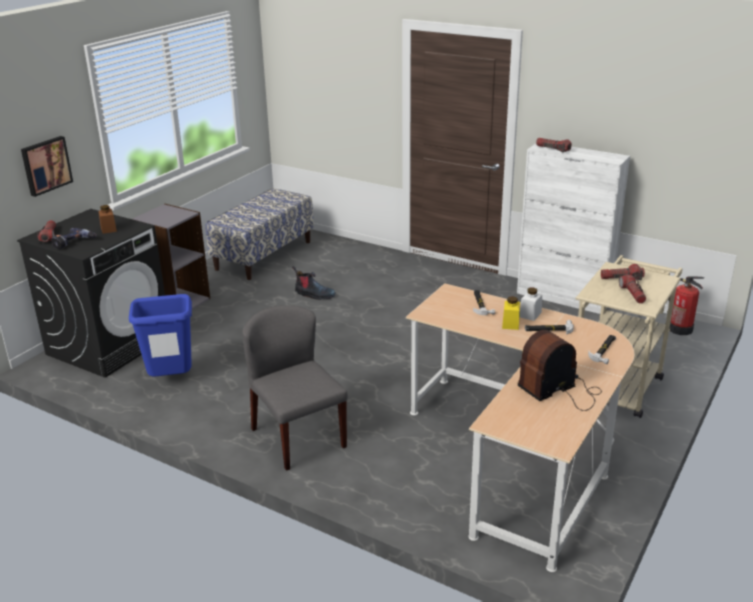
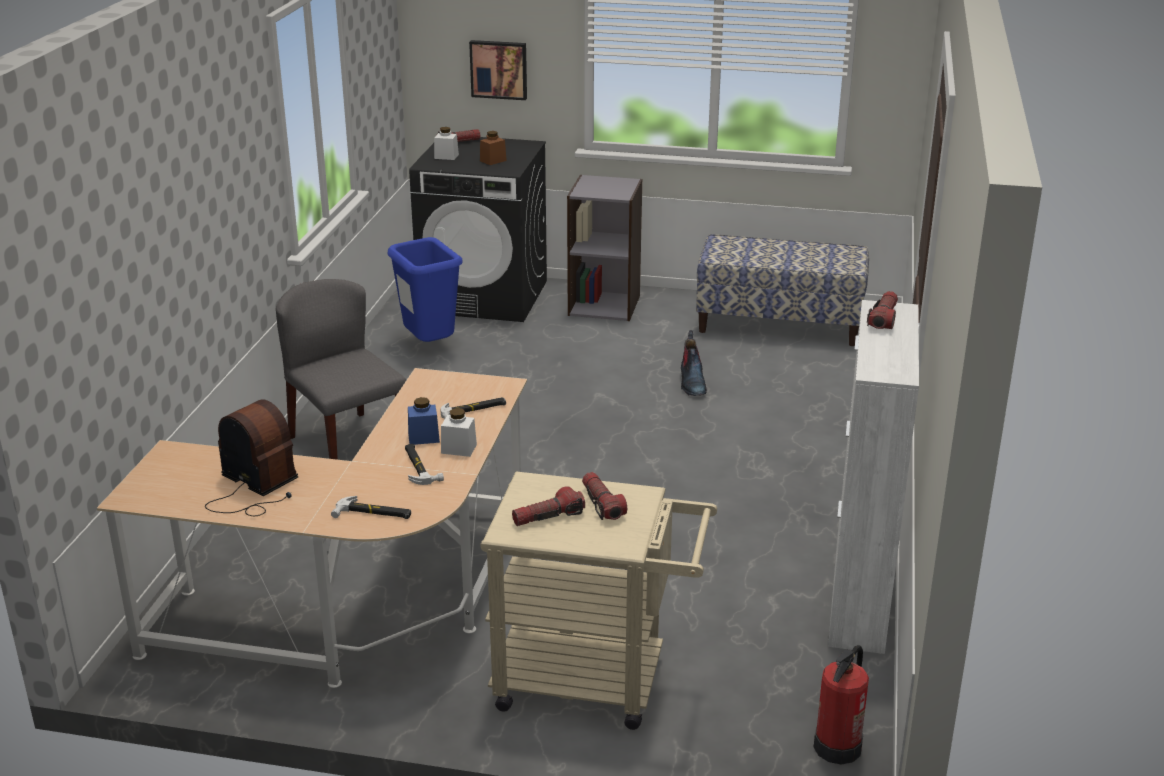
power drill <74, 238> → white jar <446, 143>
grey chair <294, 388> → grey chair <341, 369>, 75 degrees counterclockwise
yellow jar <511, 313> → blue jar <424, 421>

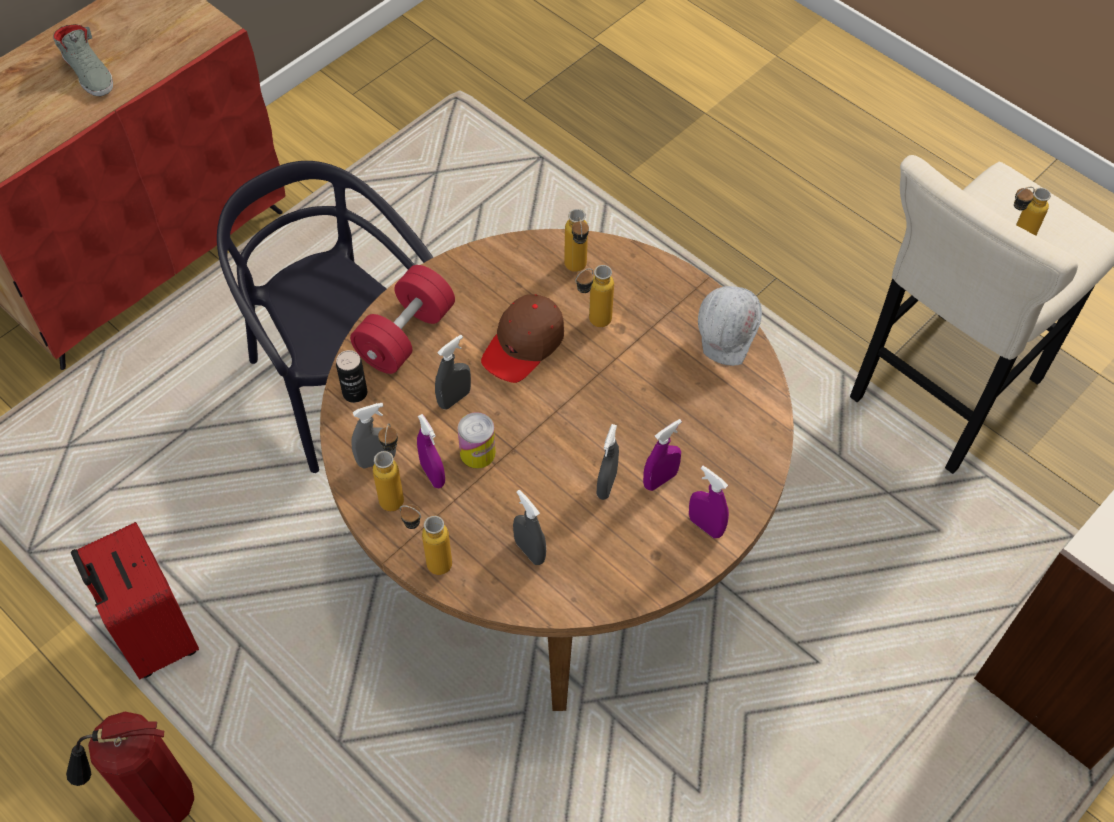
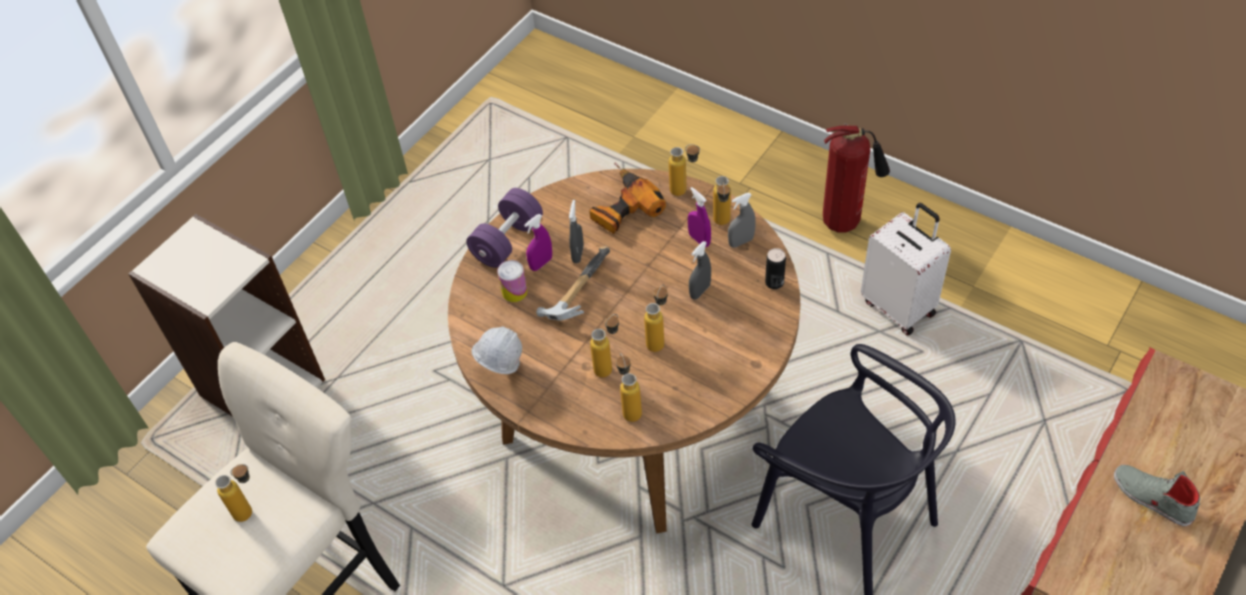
red suitcase <135, 600> → white suitcase <906, 269>
red dumbbell <402, 319> → -
can <476, 440> → can <512, 281>, moved
brown cap <522, 338> → bottle <656, 318>
grey spray bottle <529, 527> → power drill <628, 198>
purple spray bottle <709, 502> → purple dumbbell <504, 228>
- → hammer <573, 283>

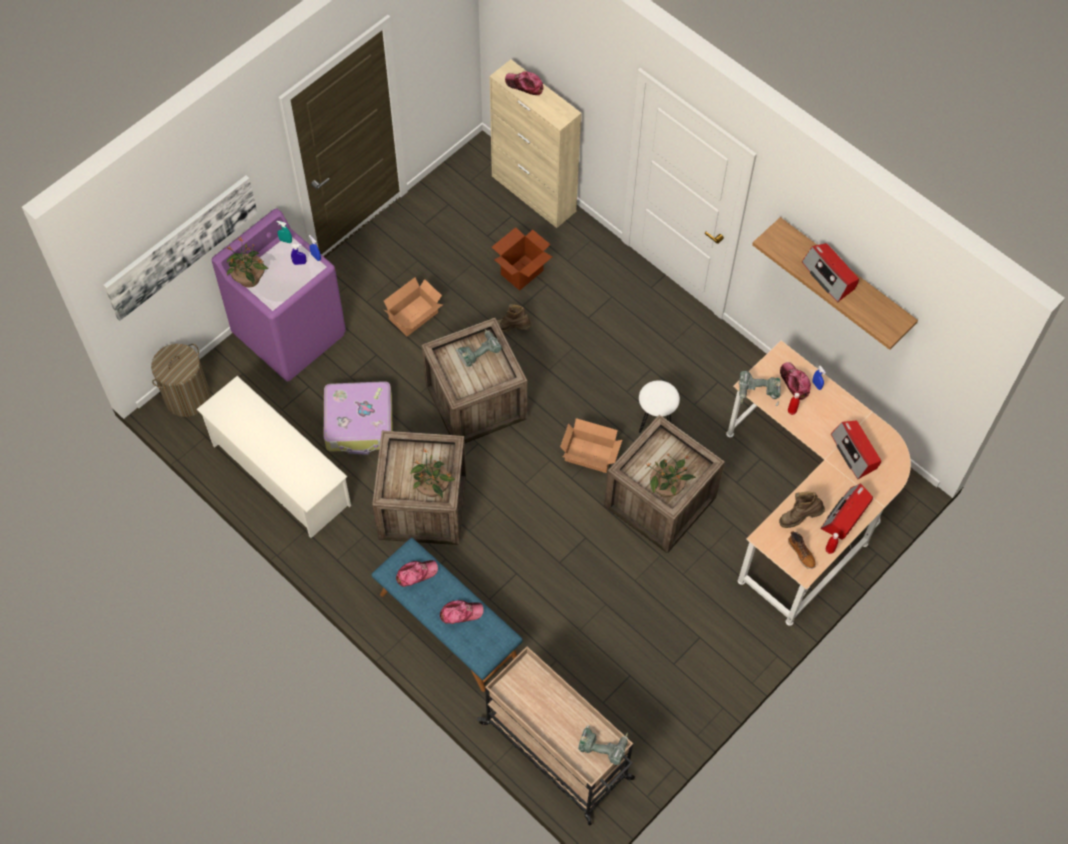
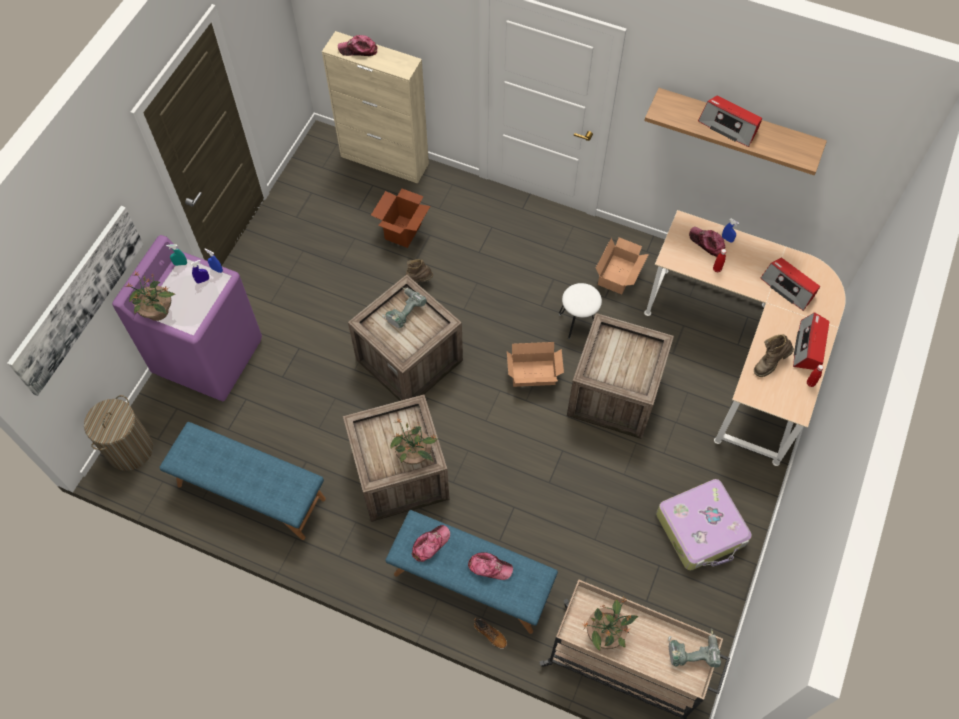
white shoe rack <273, 457> → blue bench <242, 481>
suitcase <358, 418> → suitcase <704, 524>, moved
cardboard box <413, 306> → cardboard box <622, 266>, moved
cap <462, 612> → cap <490, 566>, 45 degrees clockwise
potted plant <670, 475> → potted plant <610, 624>, moved
power drill <760, 388> → -
boot <802, 550> → boot <490, 633>, moved

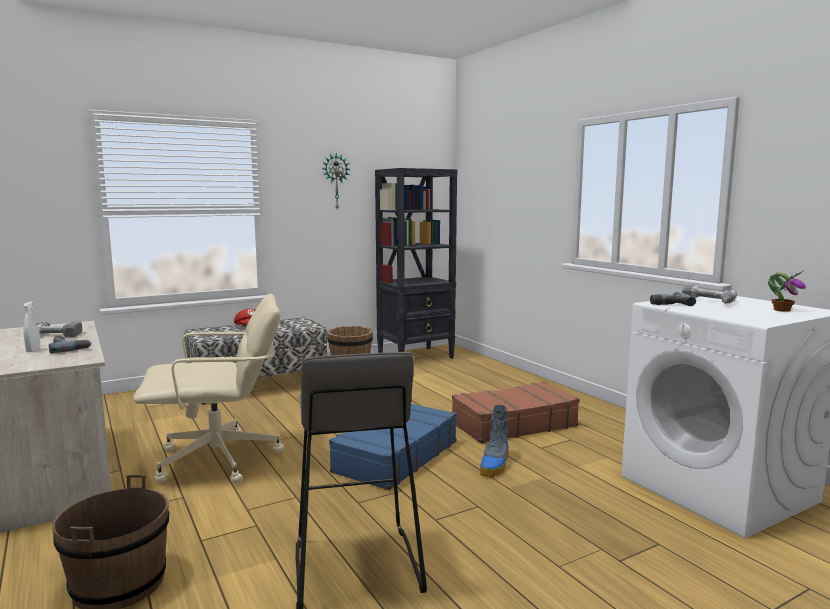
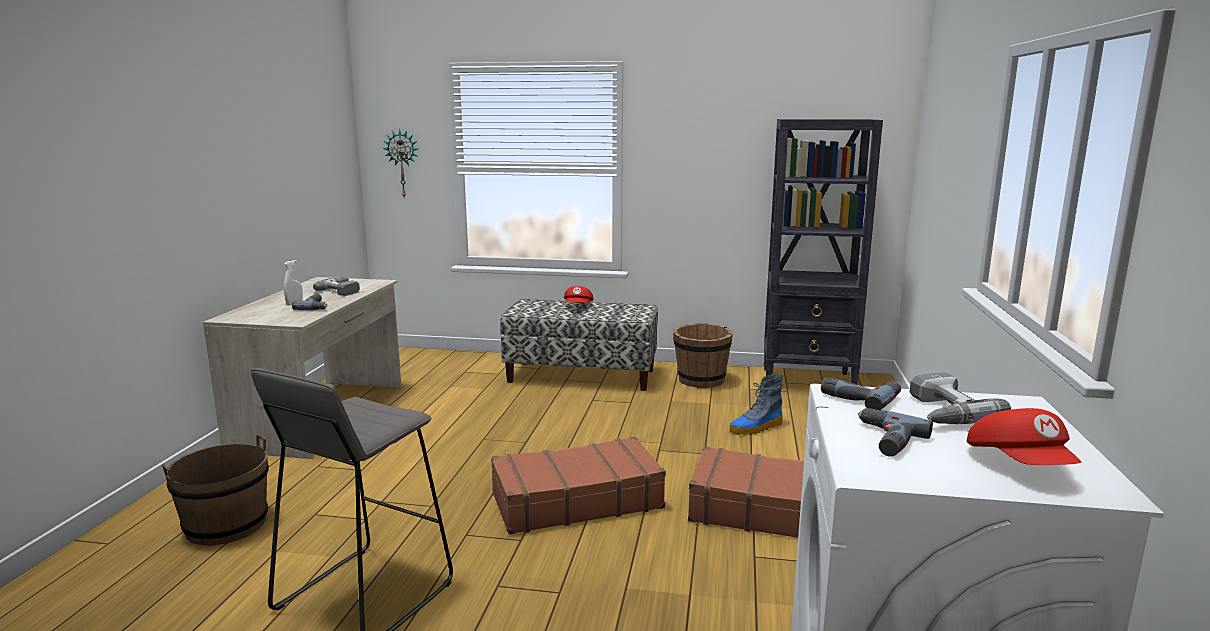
beige office chair <208, 389> → -
wall clock <336, 182> → wall clock <400, 163>, moved
blue suitcase <393, 447> → brown suitcase <578, 486>
boot <494, 441> → boot <756, 405>, moved
potted plant <787, 291> → red cap <1024, 436>
- → power drill <895, 432>

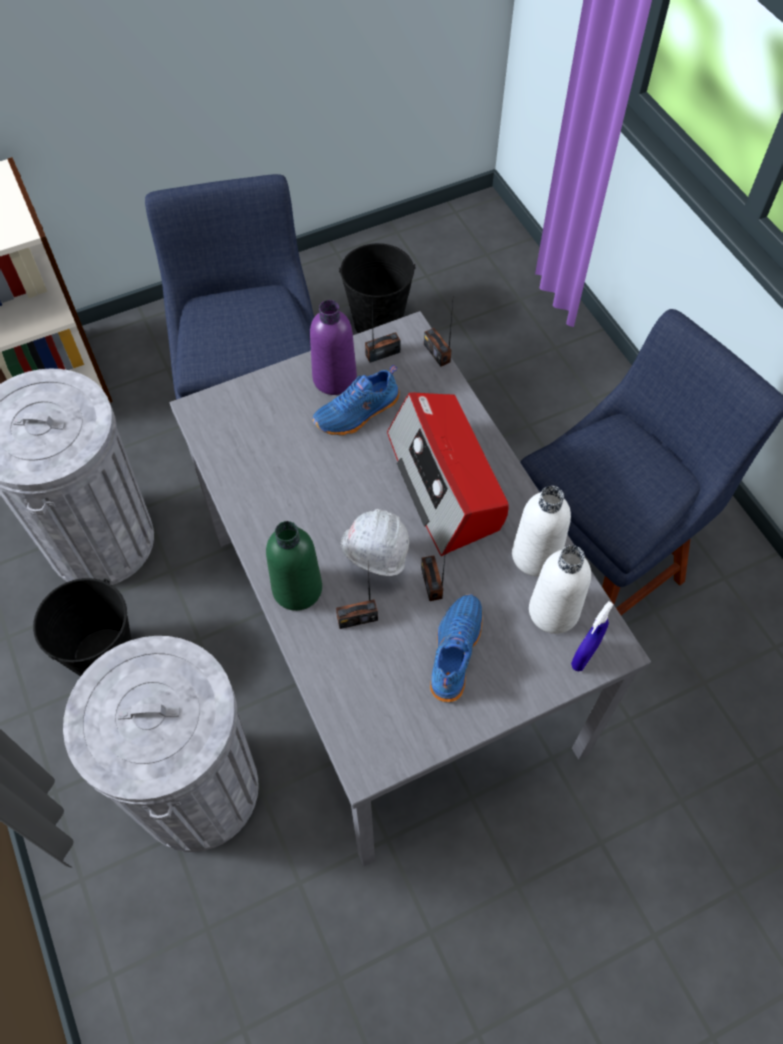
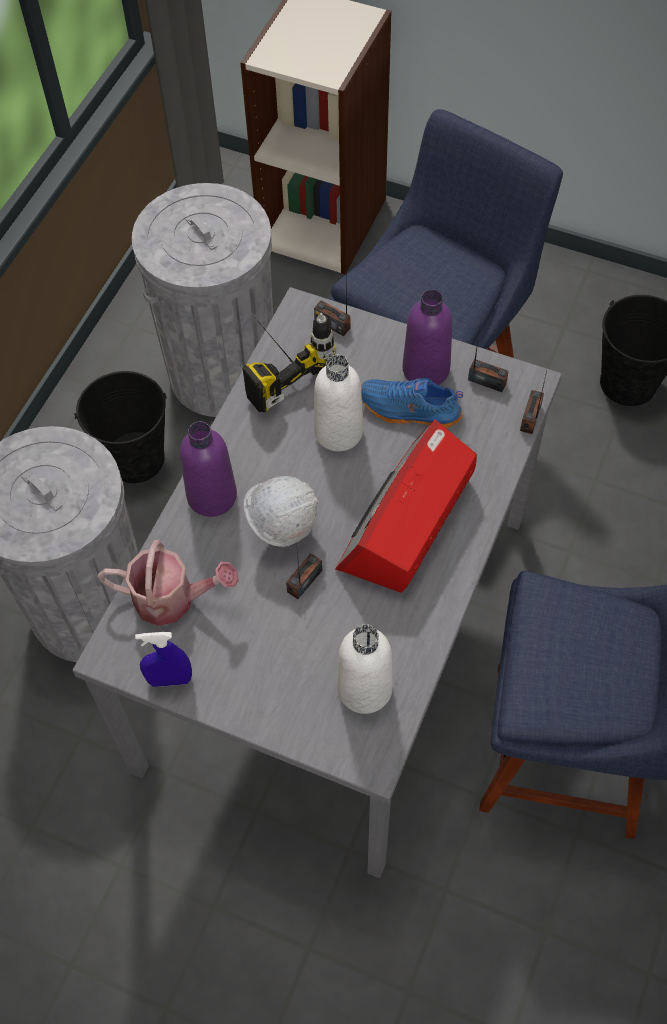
green bottle <294, 566> → purple bottle <208, 469>
radio <357, 597> → radio <332, 307>, moved
blue shoe <456, 648> → -
white bottle <541, 531> → white bottle <338, 403>, moved
blue spray bottle <592, 636> → blue spray bottle <163, 659>, moved
- → watering can <168, 583>
- → power drill <289, 362>

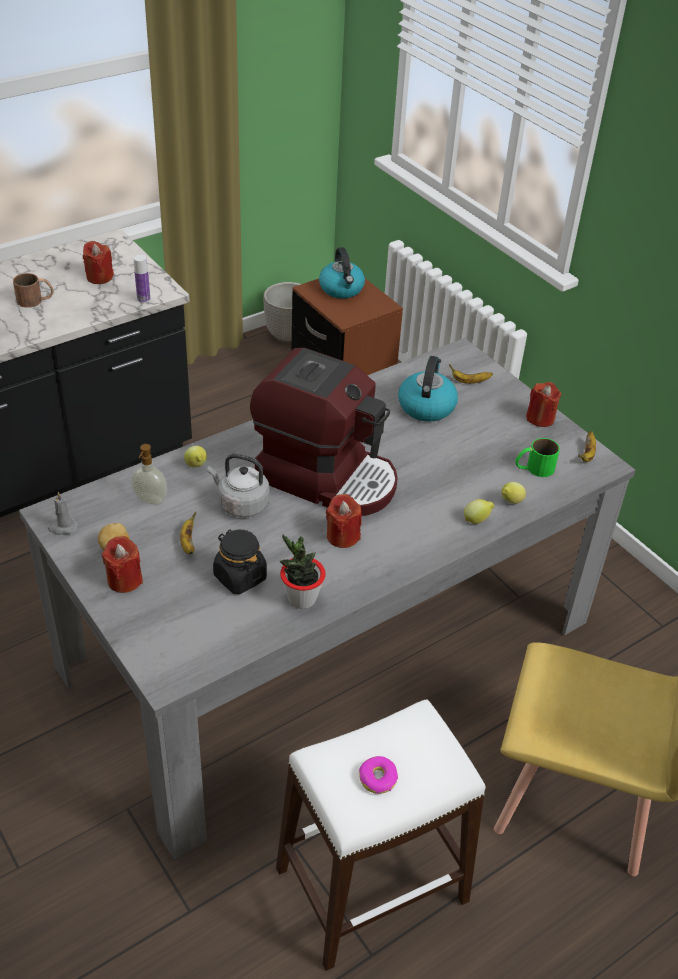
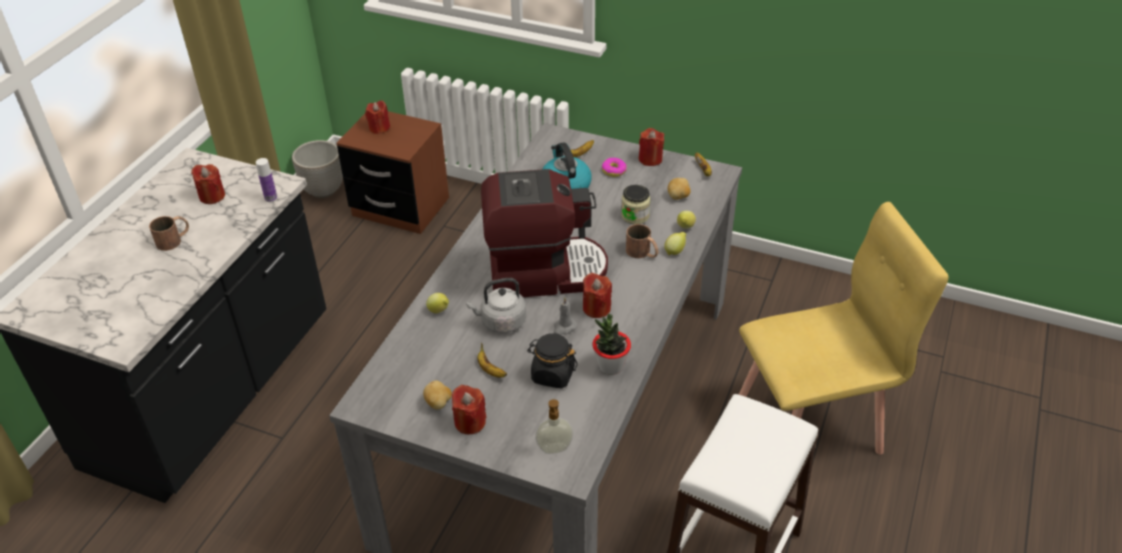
grey candle <63, 513> → grey candle <565, 316>, moved
soap dispenser <149, 474> → soap dispenser <554, 426>, moved
kettle <342, 273> → red candle <377, 117>
donut <378, 775> → donut <614, 167>, moved
green mug <537, 457> → potato <679, 189>
- → jar <636, 204>
- → brown mug <642, 241>

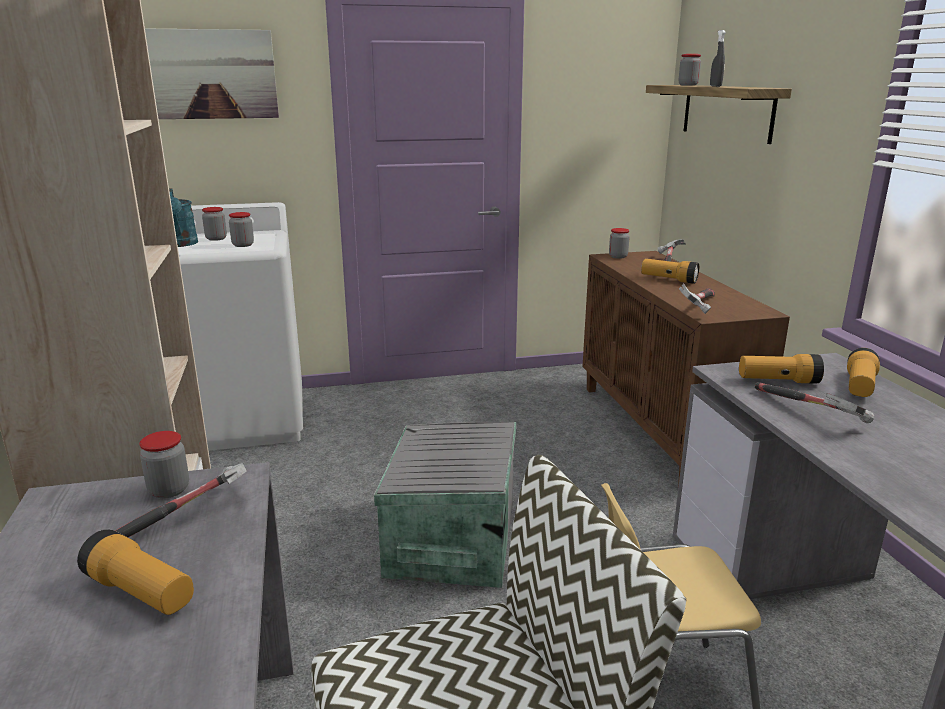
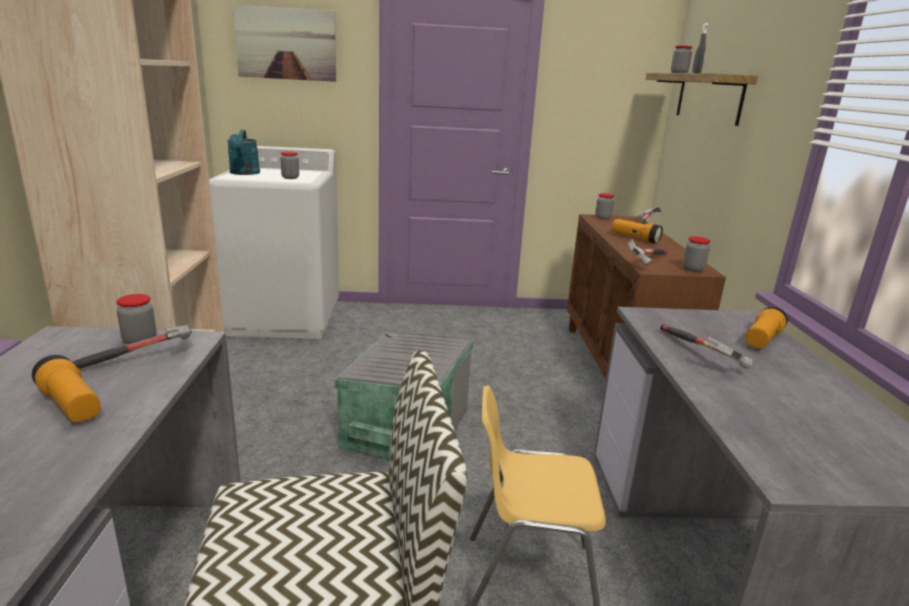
jar <214, 224> → jar <696, 254>, moved
flashlight <781, 368> → -

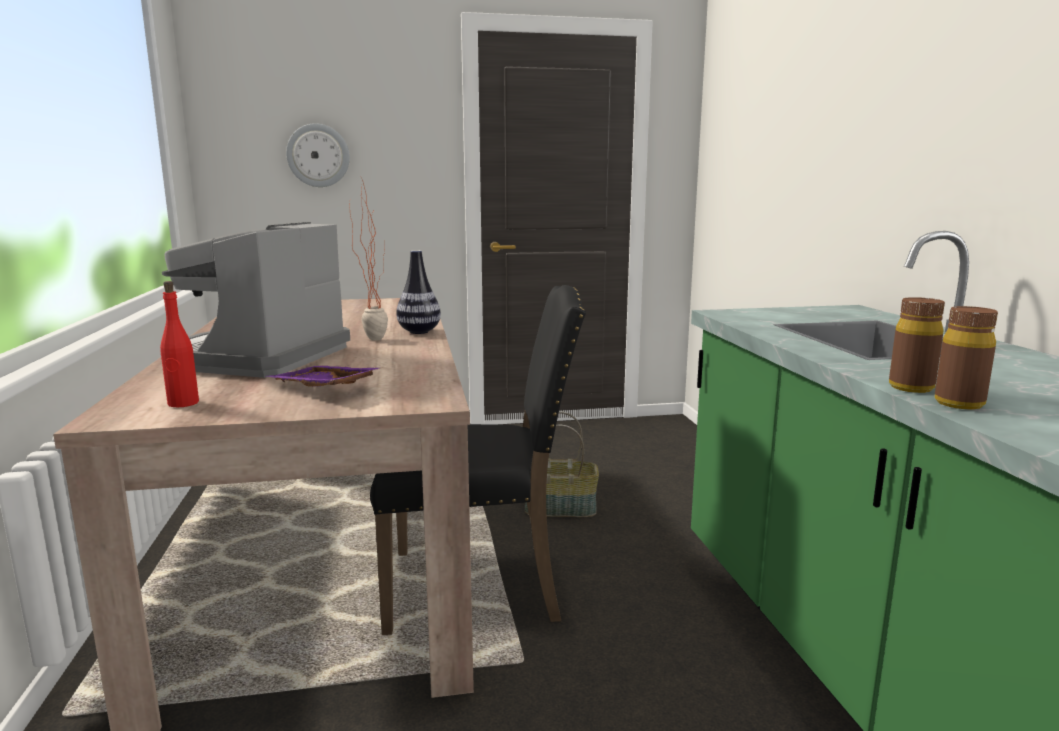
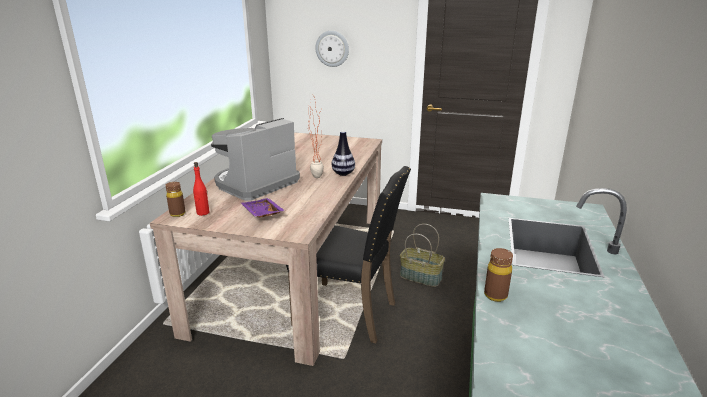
brown bottle <966, 358> → brown bottle <176, 199>, moved

